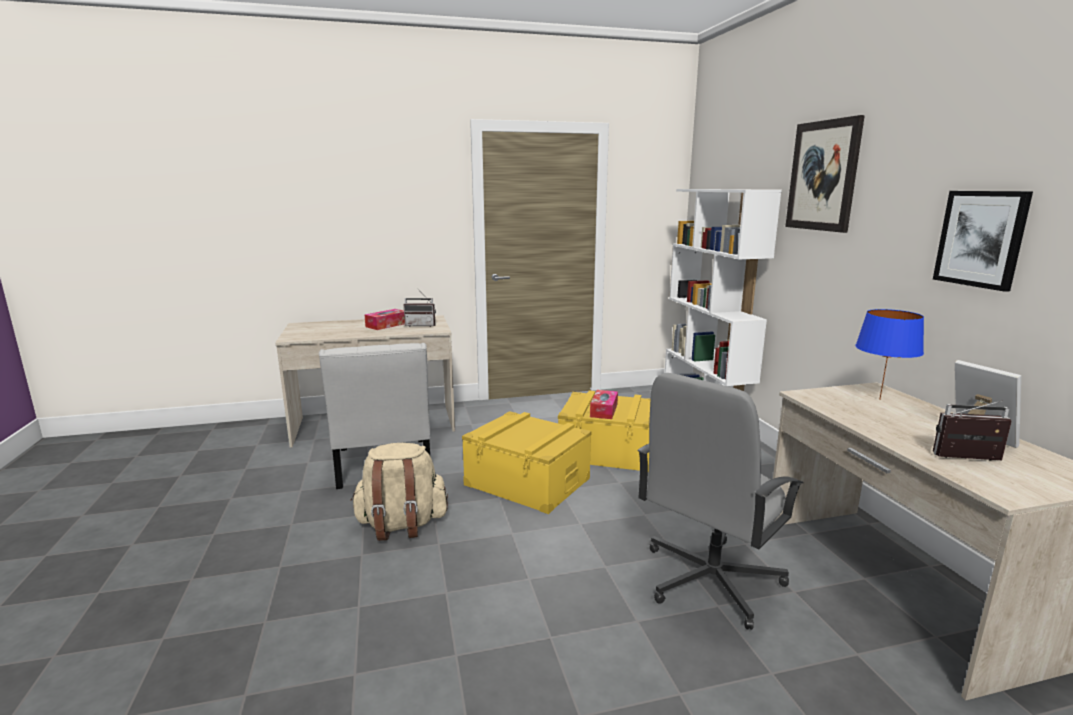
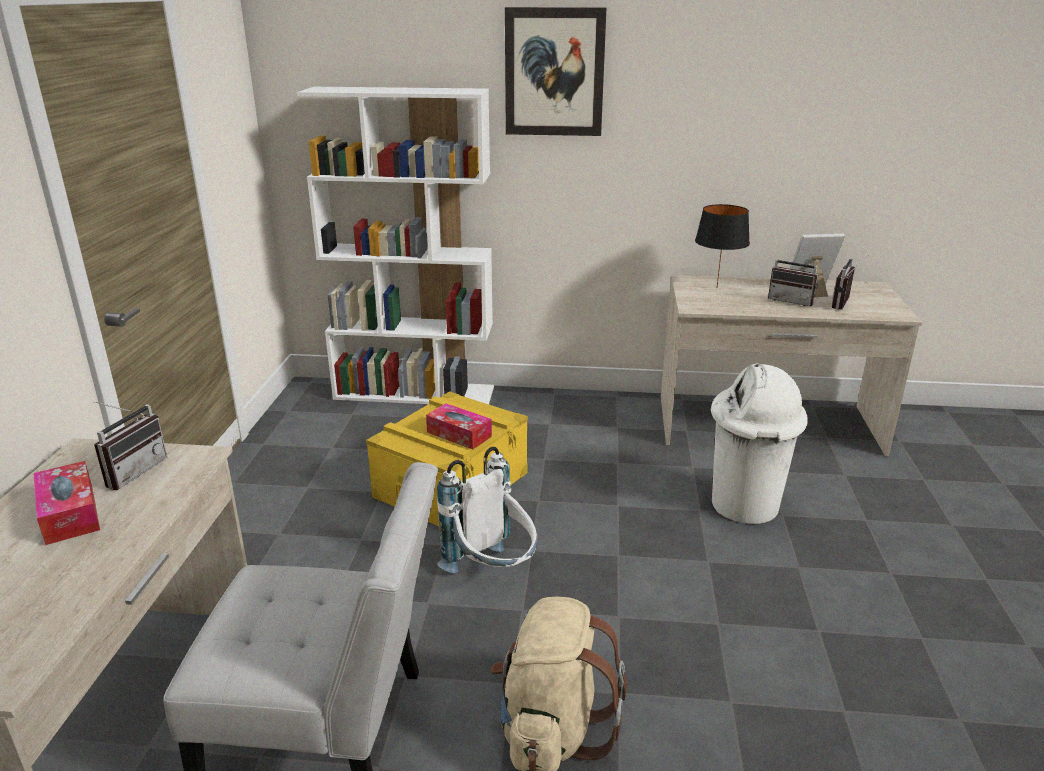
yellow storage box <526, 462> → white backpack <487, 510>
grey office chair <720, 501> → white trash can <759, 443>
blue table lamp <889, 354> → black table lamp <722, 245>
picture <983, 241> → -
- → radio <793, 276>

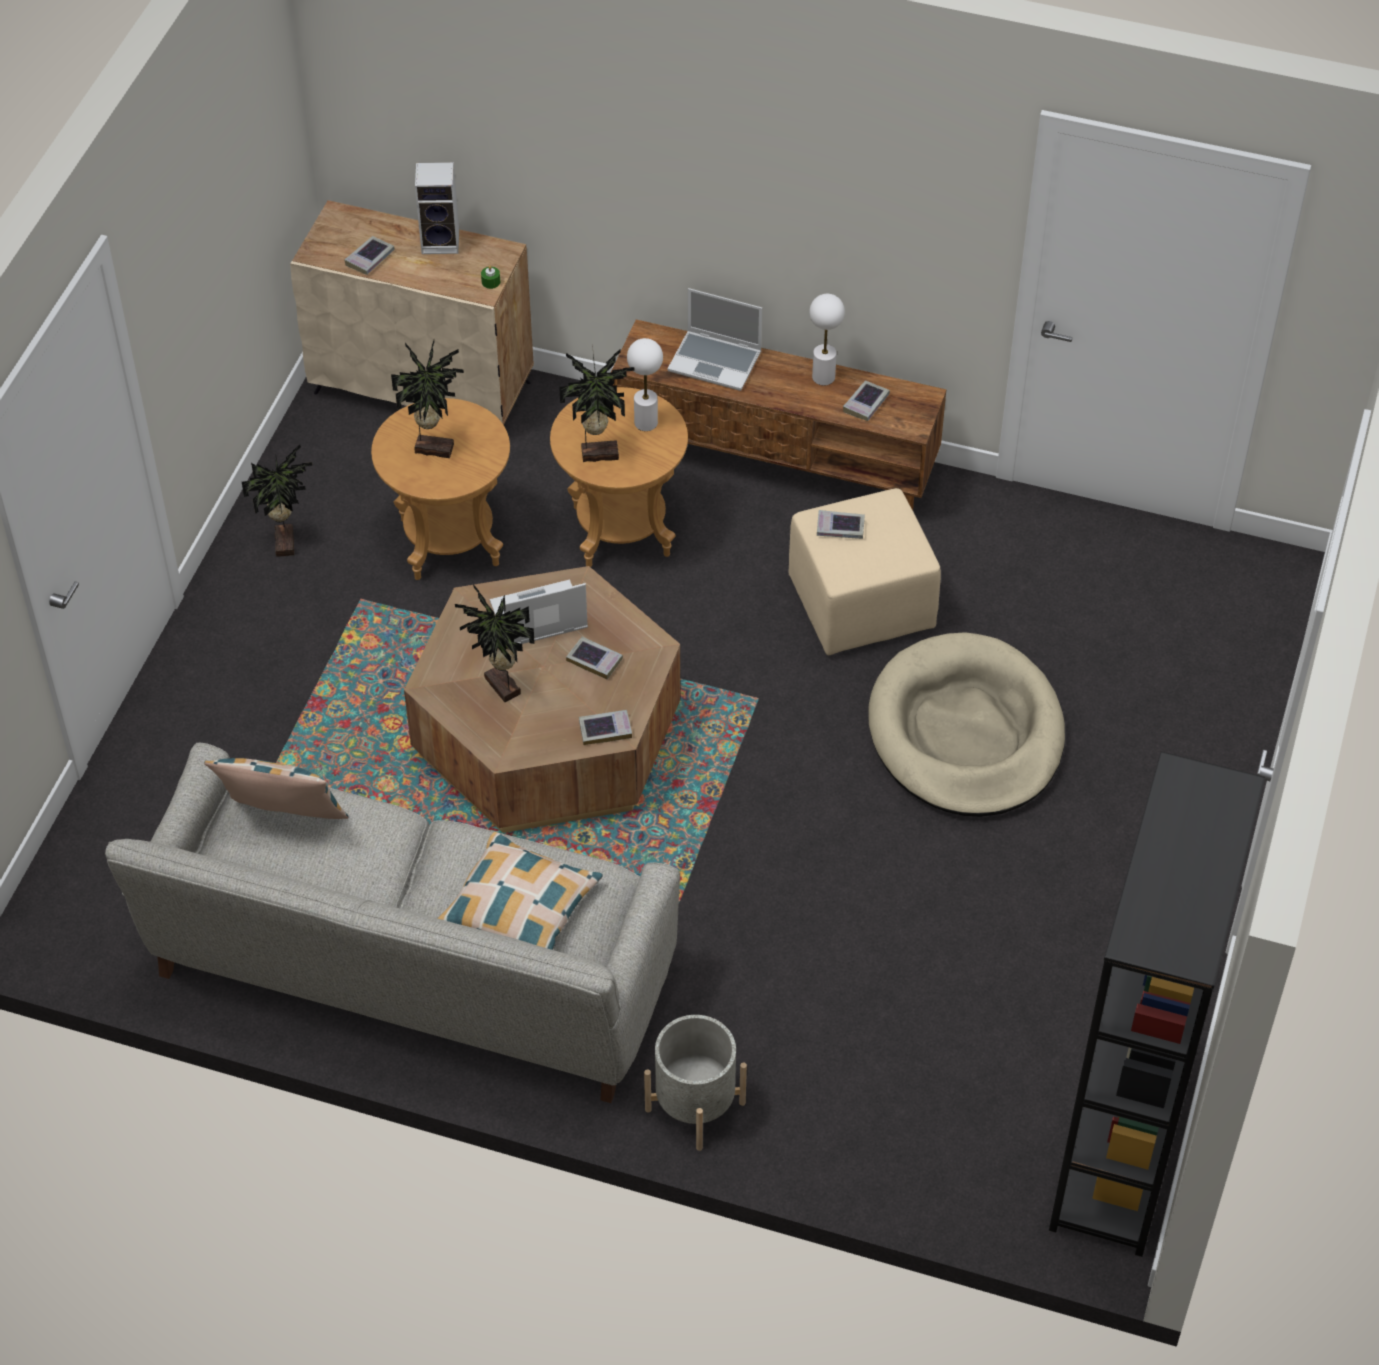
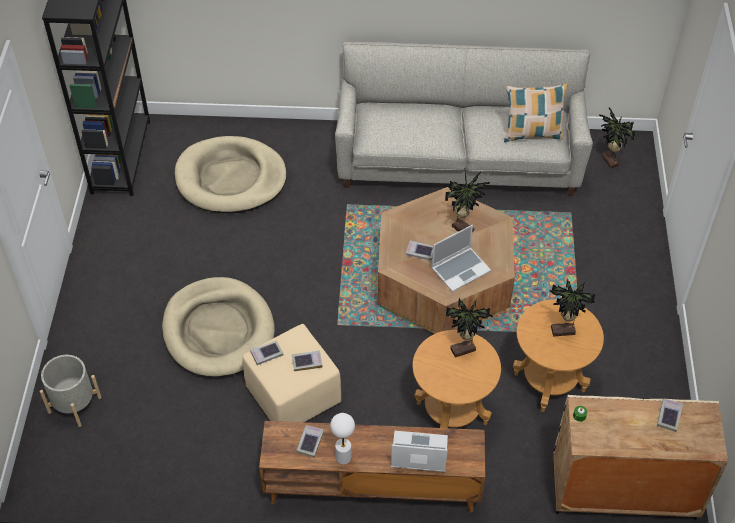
potted plant <277, 501> → potted plant <617, 138>, moved
speaker <437, 208> → -
pillow <520, 891> → -
book <605, 727> → book <267, 352>, moved
white table lamp <645, 384> → -
grey planter <695, 1083> → grey planter <71, 391>, moved
- → beige dog bed <231, 174>

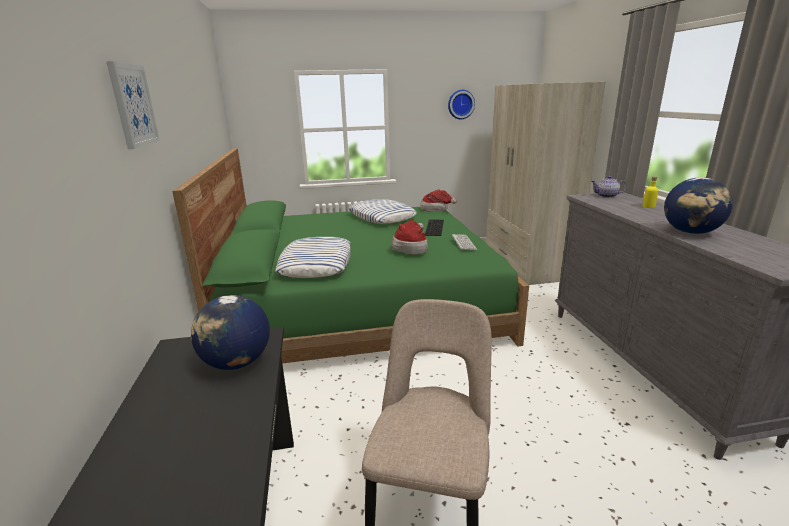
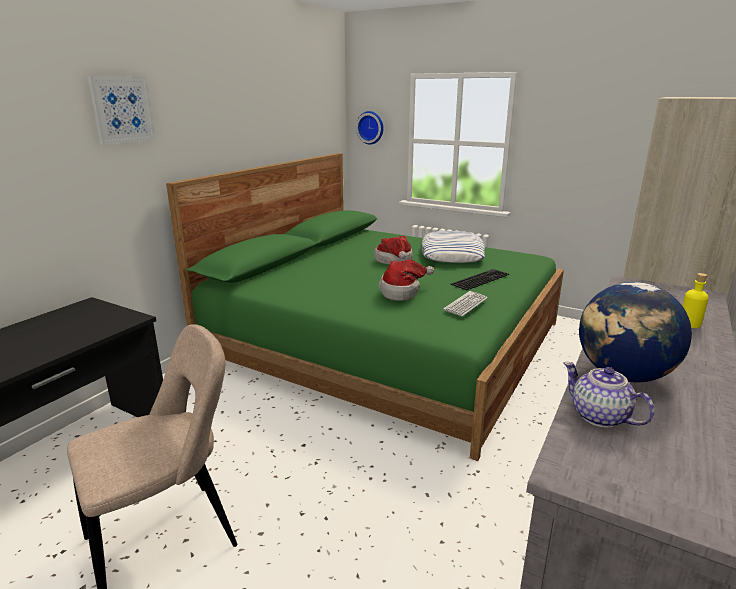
globe <230, 332> → -
pillow <313, 257> → -
hat <438, 200> → hat <393, 250>, moved
wall clock <461, 104> → wall clock <370, 128>, moved
teapot <609, 187> → teapot <609, 395>, moved

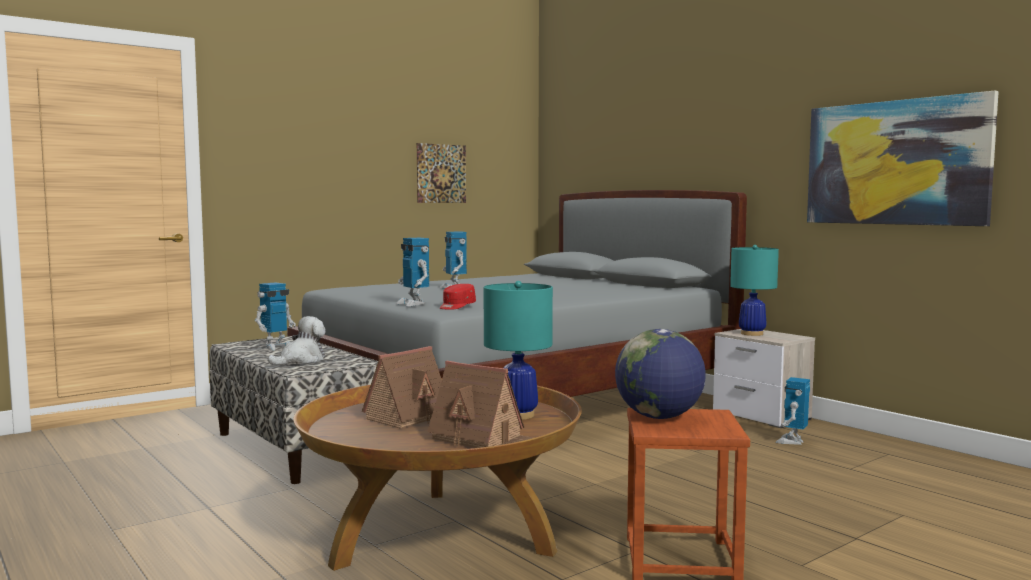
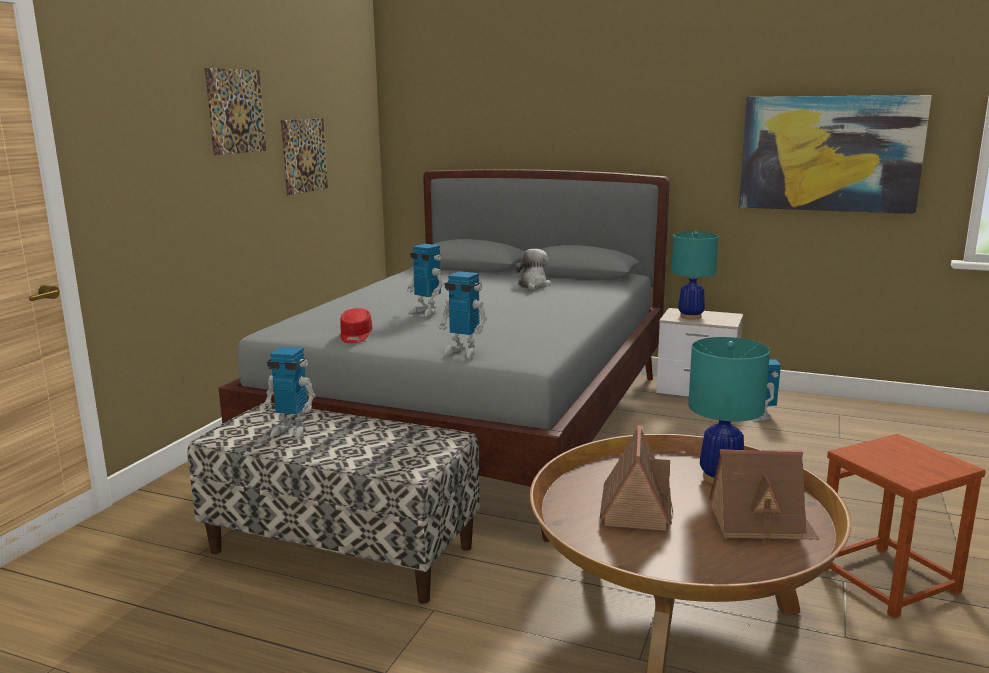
toy robot <275, 316> → toy robot <289, 393>, 90 degrees clockwise
plush toy <296, 340> → plush toy <533, 270>, moved
red cap <458, 297> → red cap <356, 325>, moved
globe <660, 374> → -
- → picture <235, 111>

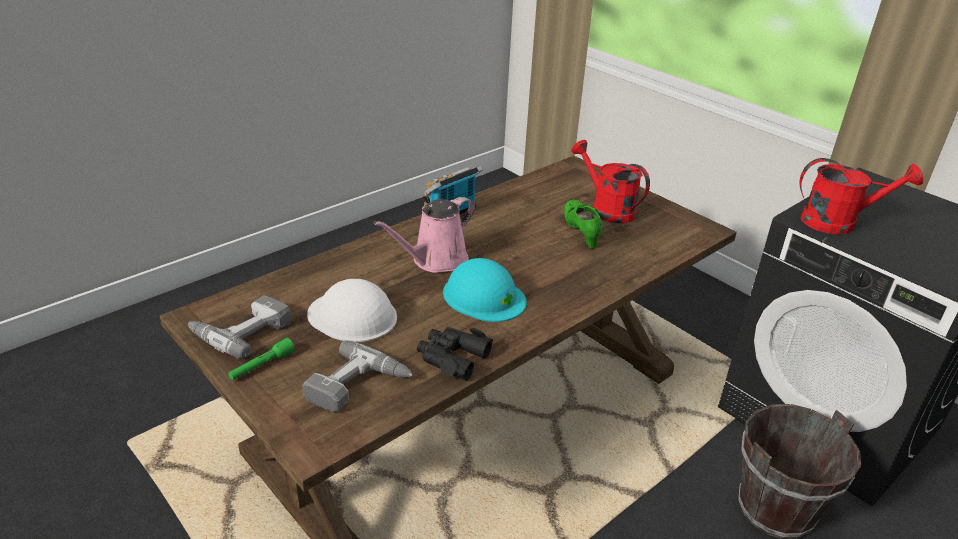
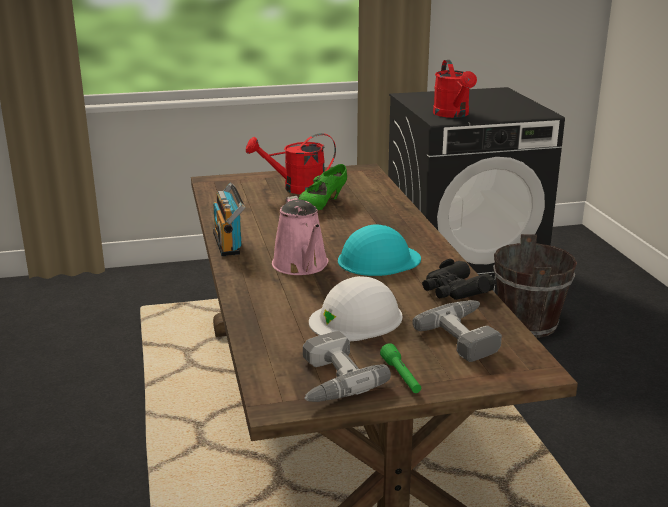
green shoe <583, 224> → green shoe <323, 187>, 75 degrees counterclockwise
red watering can <861, 196> → red watering can <455, 89>, 135 degrees clockwise

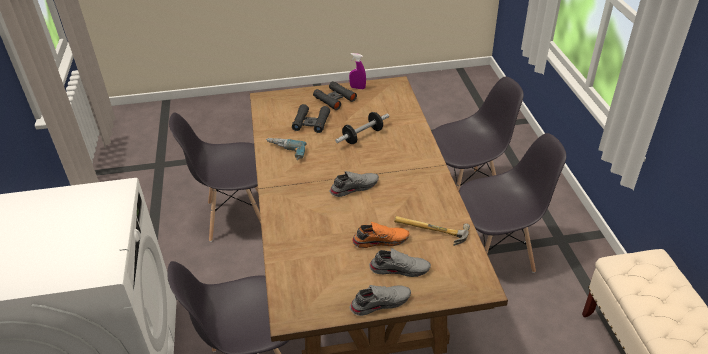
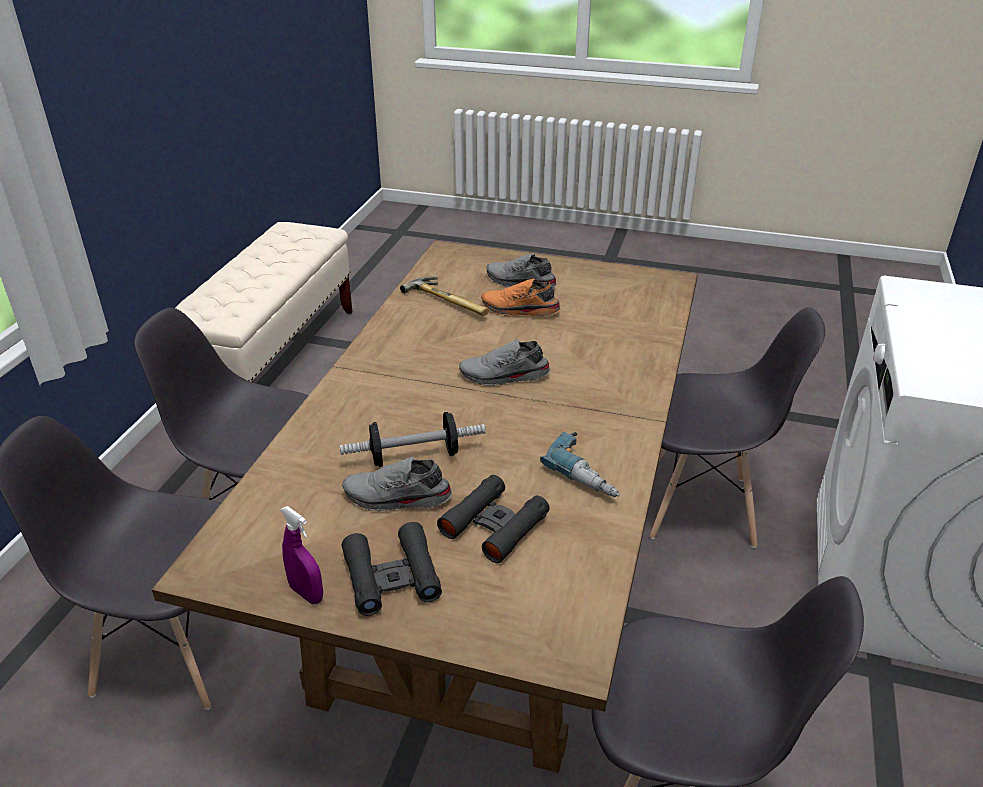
grey shoe <380, 300> → grey shoe <397, 484>, moved

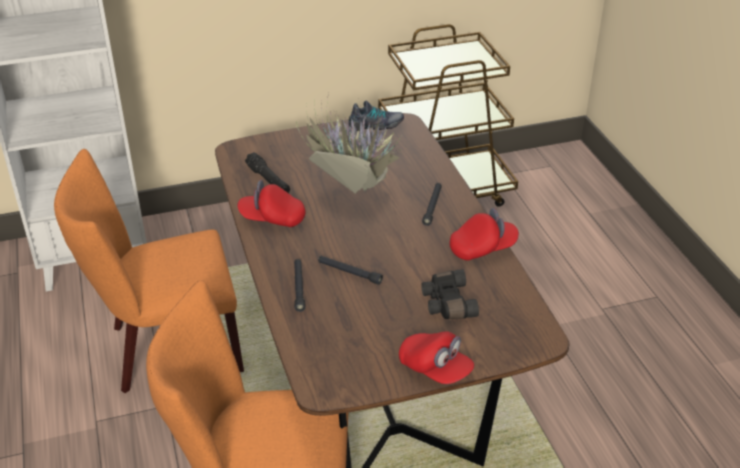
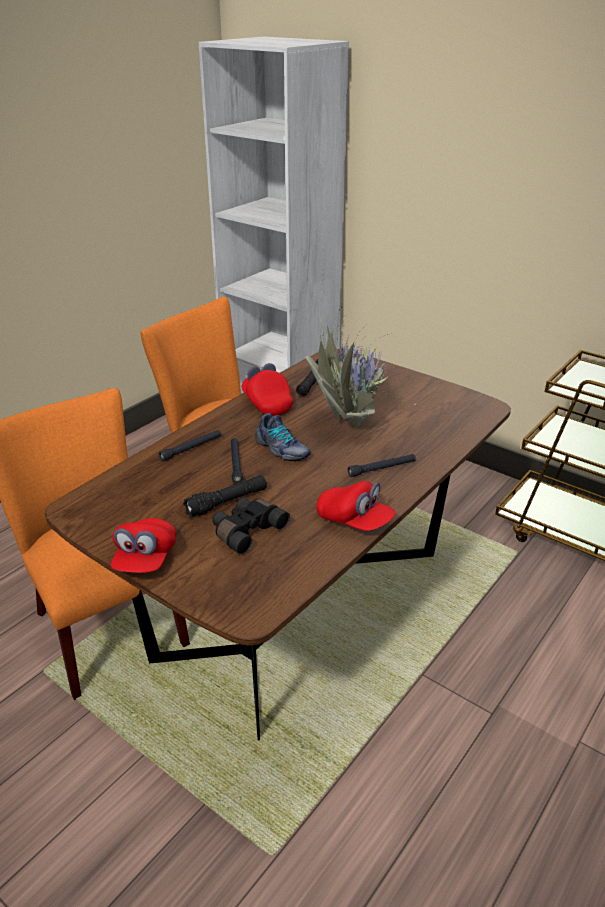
shoe <376, 115> → shoe <283, 437>, moved
- → black flashlight <225, 496>

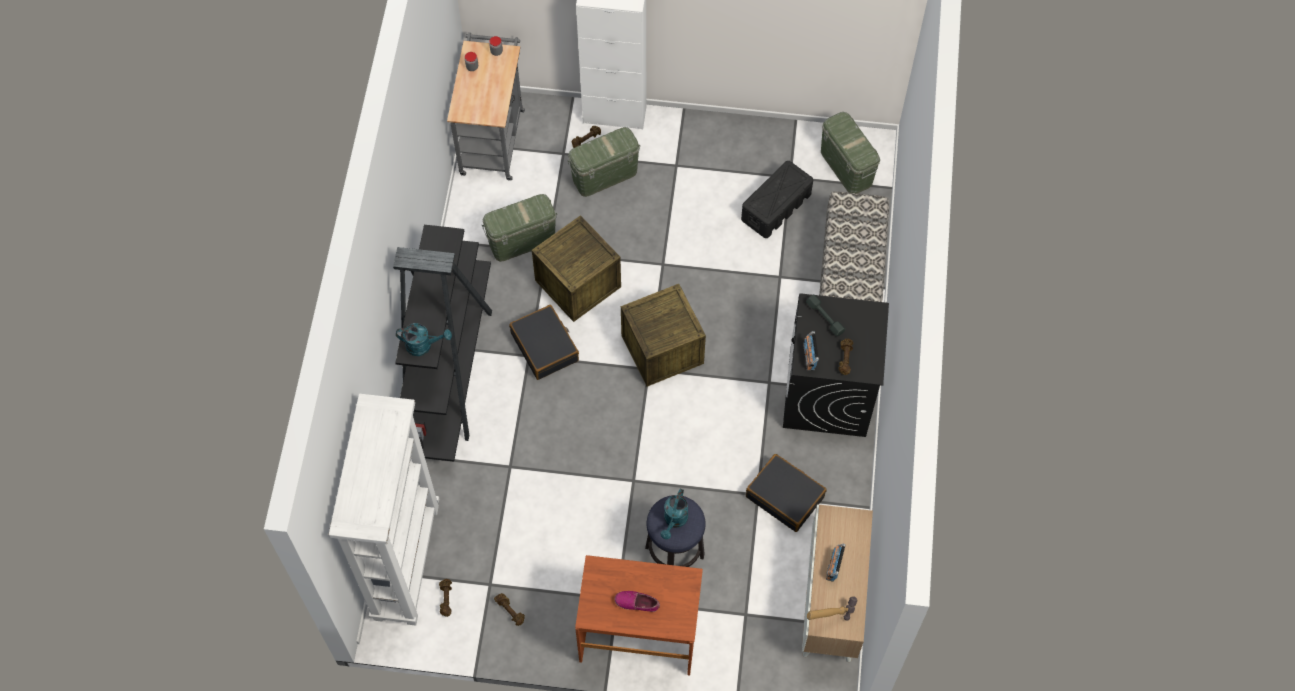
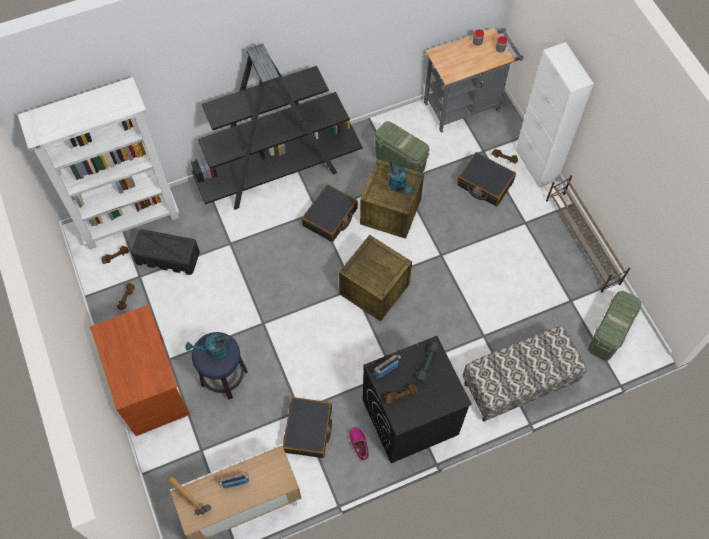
turquoise watering can <424, 339> → turquoise watering can <400, 177>, moved
green storage box <604, 162> → black suitcase <486, 179>
shoe <637, 601> → shoe <359, 443>, moved
black storage box <777, 199> → black storage box <165, 252>, moved
- → brown shoe rack <588, 233>

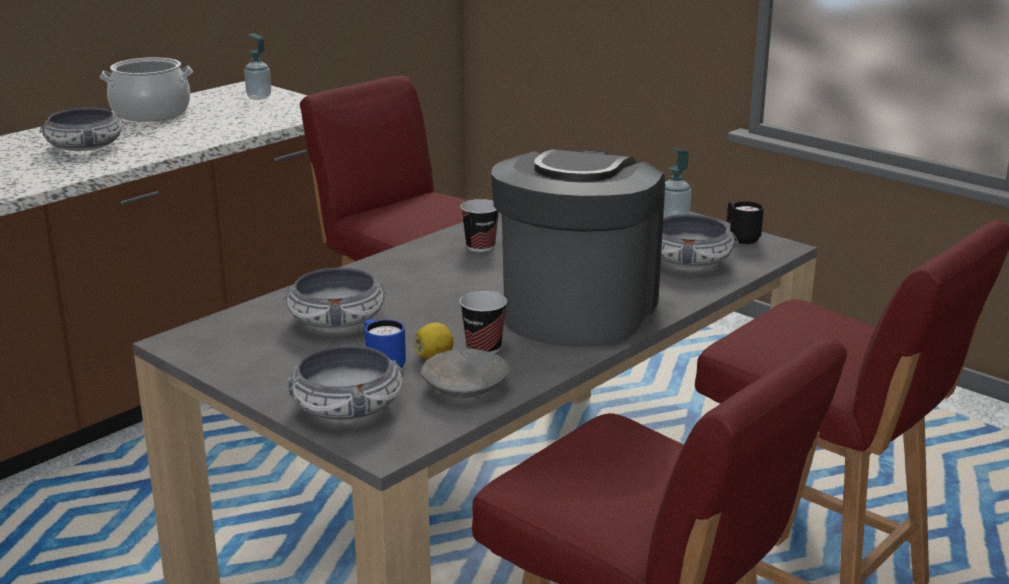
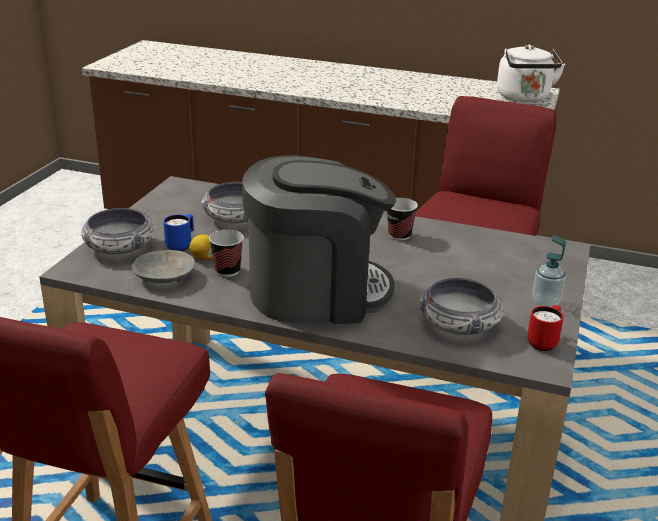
bowl <81, 129> → -
cooking pot <146, 89> → -
soap dispenser <257, 66> → white kettle <531, 73>
black mug <745, 222> → red mug <545, 328>

